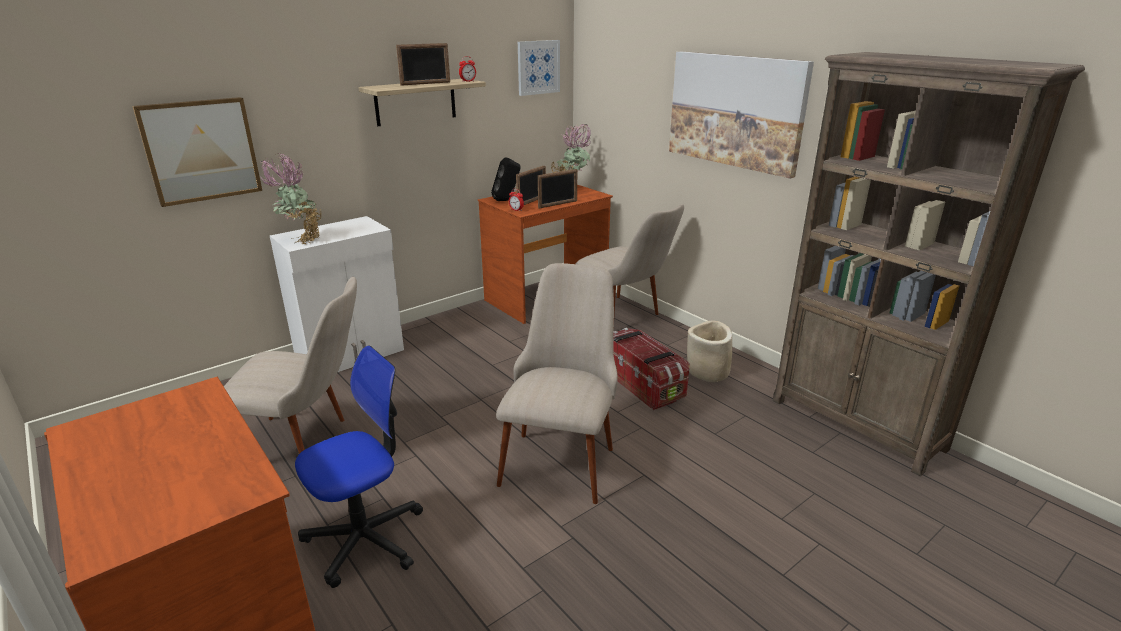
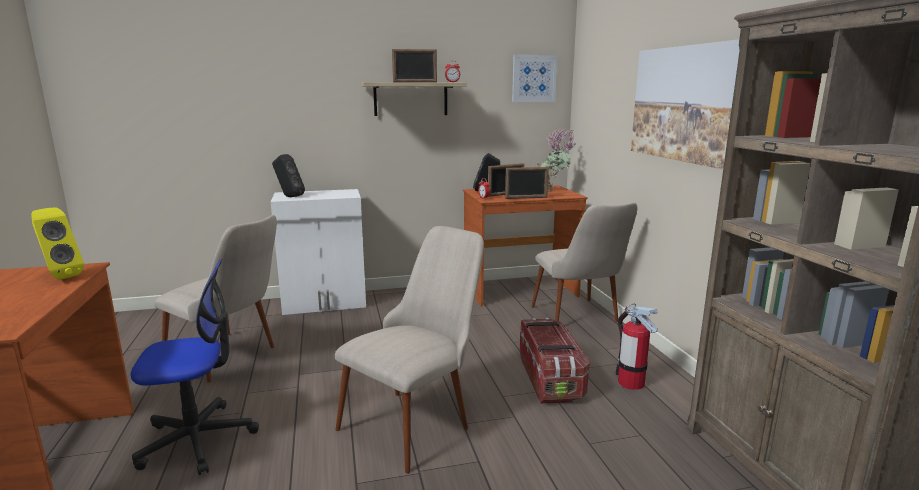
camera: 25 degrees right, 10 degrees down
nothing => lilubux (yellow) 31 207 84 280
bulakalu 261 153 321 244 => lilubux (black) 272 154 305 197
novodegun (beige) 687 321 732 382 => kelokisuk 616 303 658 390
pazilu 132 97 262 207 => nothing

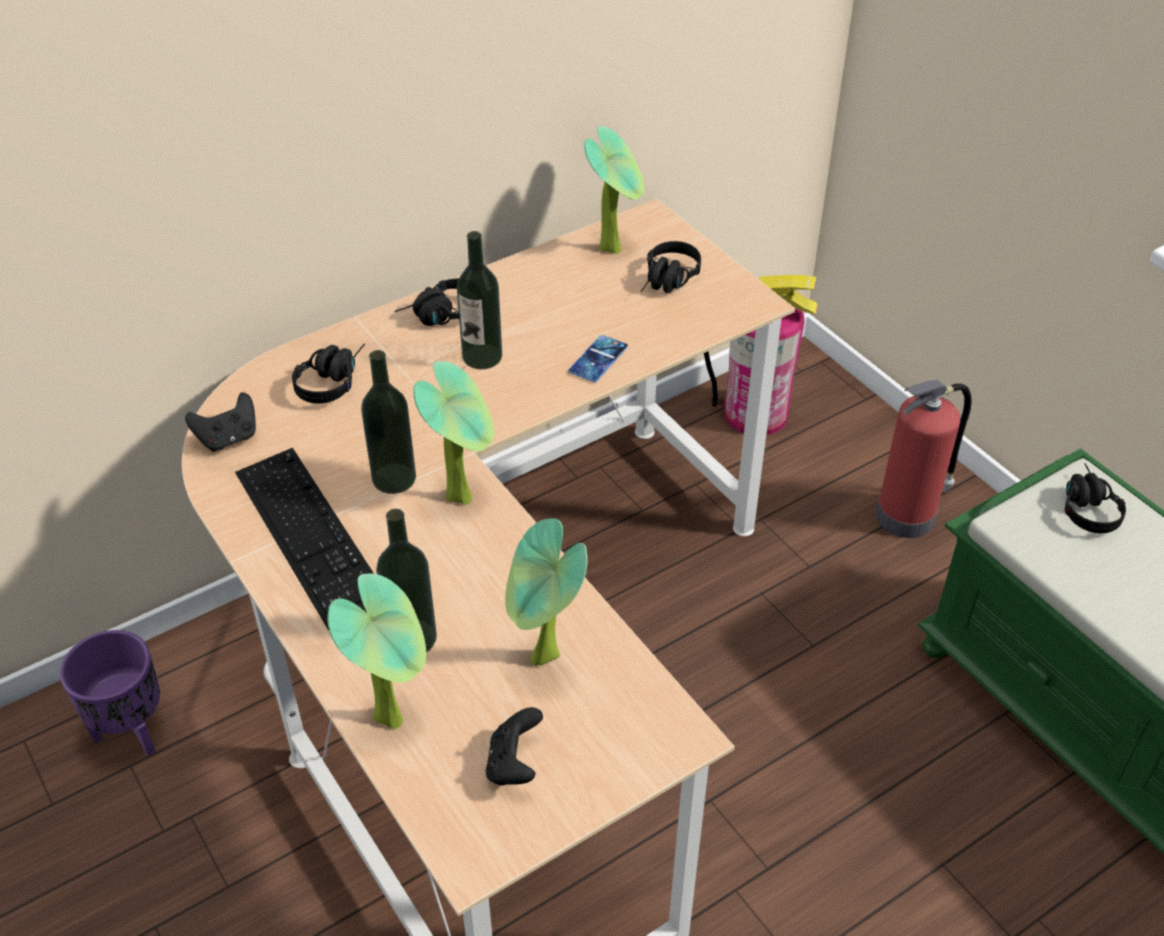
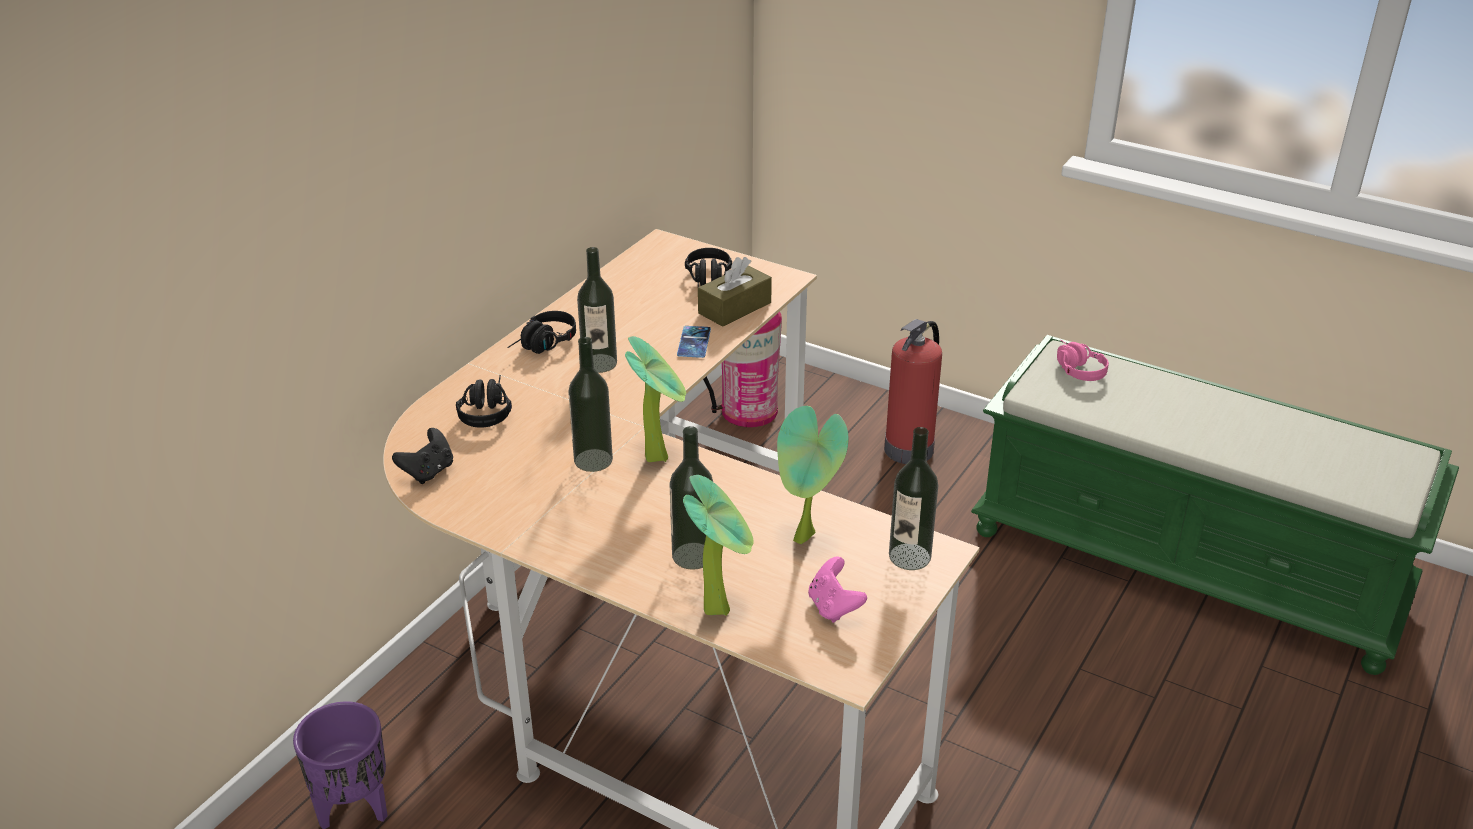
camera: 25 degrees left, 10 degrees down
nothing => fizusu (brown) 698 257 772 327
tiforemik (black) 486 707 543 785 => tiforemik (pink) 808 557 867 623
nothing => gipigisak 889 427 938 570
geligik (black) 1065 463 1126 533 => geligik (pink) 1057 339 1109 381
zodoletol 235 448 374 630 => nothing
bulakalu 584 126 645 254 => nothing

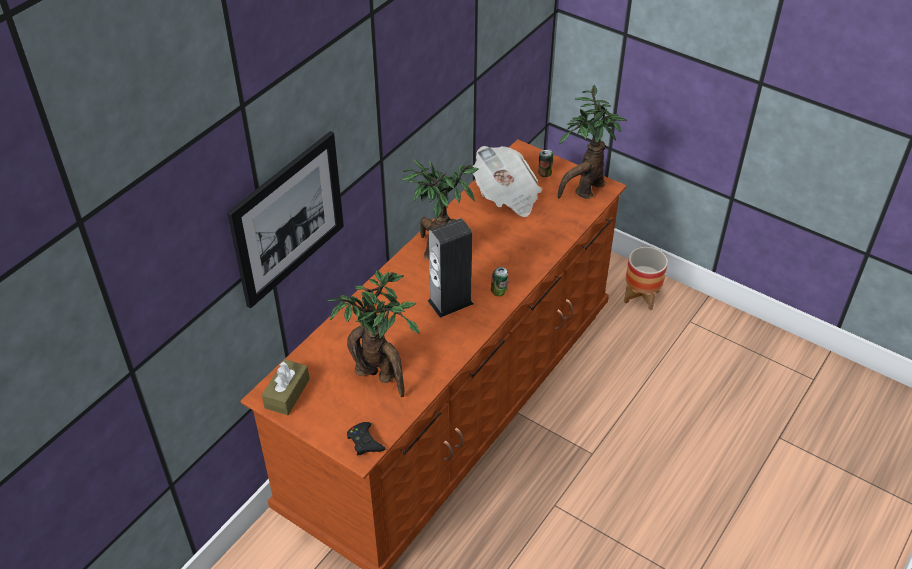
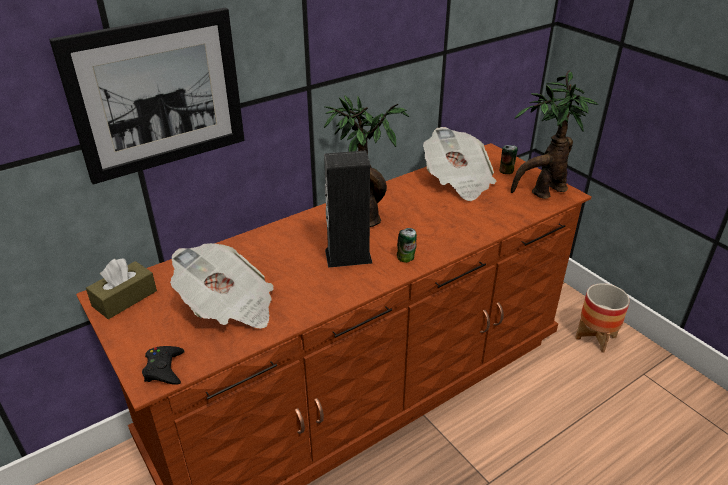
camera: 20 degrees right, 10 degrees down
bulakalu 327 270 420 397 => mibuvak 170 243 274 329

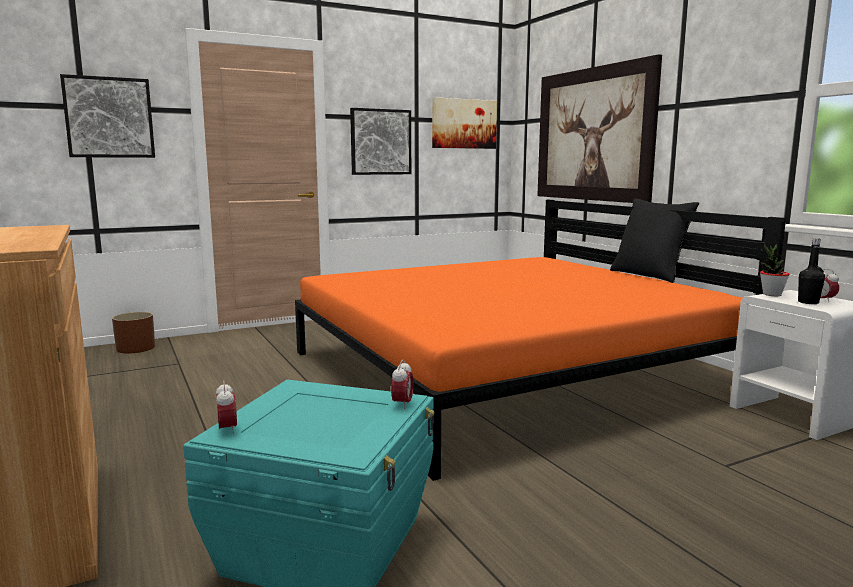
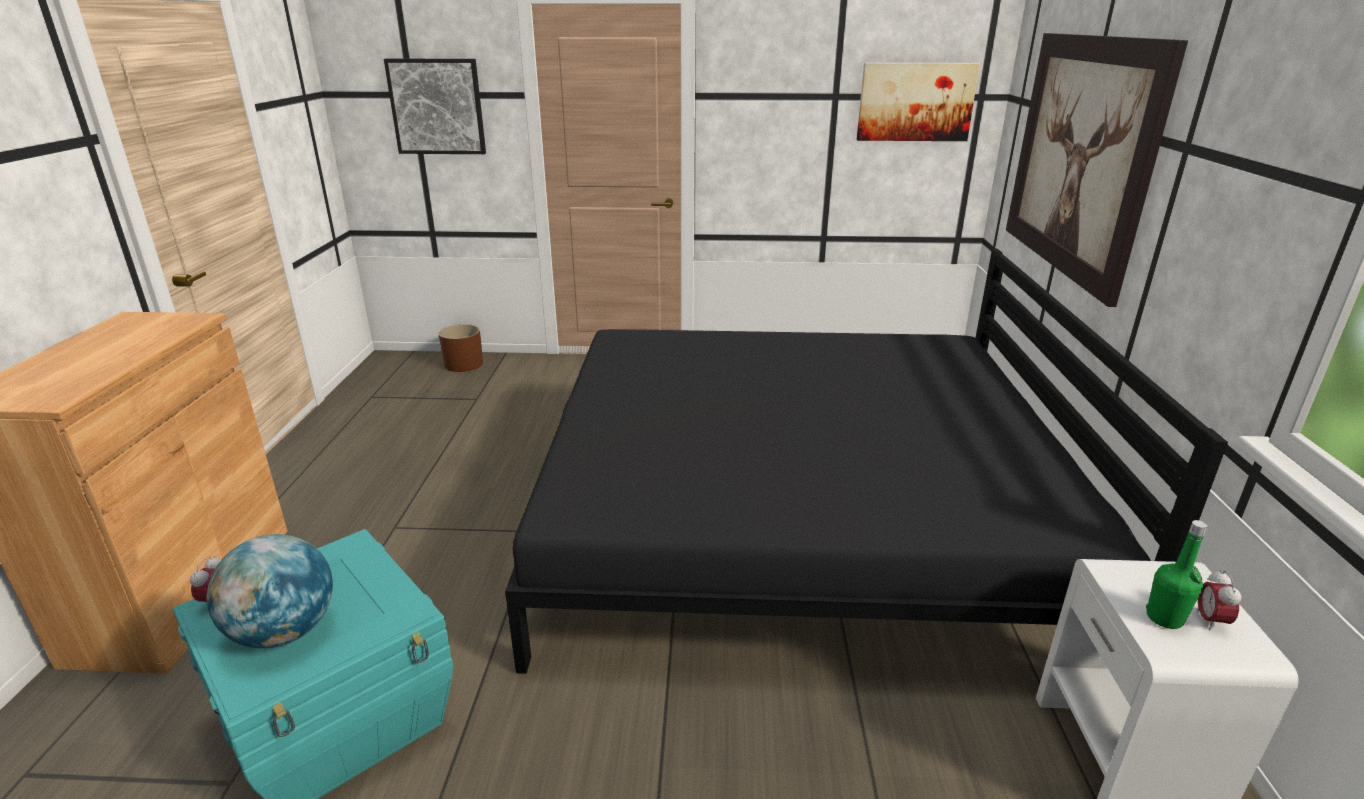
camera: 30 degrees right, 15 degrees up
nothing => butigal 206 534 333 649
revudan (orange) 295 200 786 481 => revudan (black) 505 249 1228 674
gipigisak (black) 798 238 825 304 => gipigisak (green) 1146 520 1207 629
pazilu 350 108 411 175 => nothing
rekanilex 391 359 414 409 => nothing
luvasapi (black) 610 198 699 283 => nothing
bulakalu 760 244 790 296 => nothing

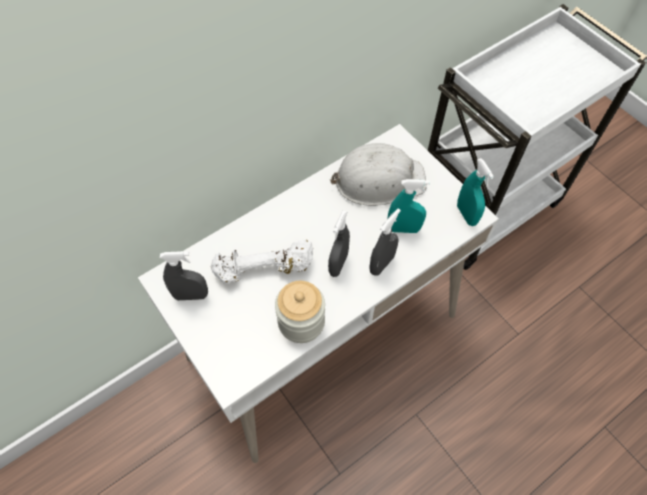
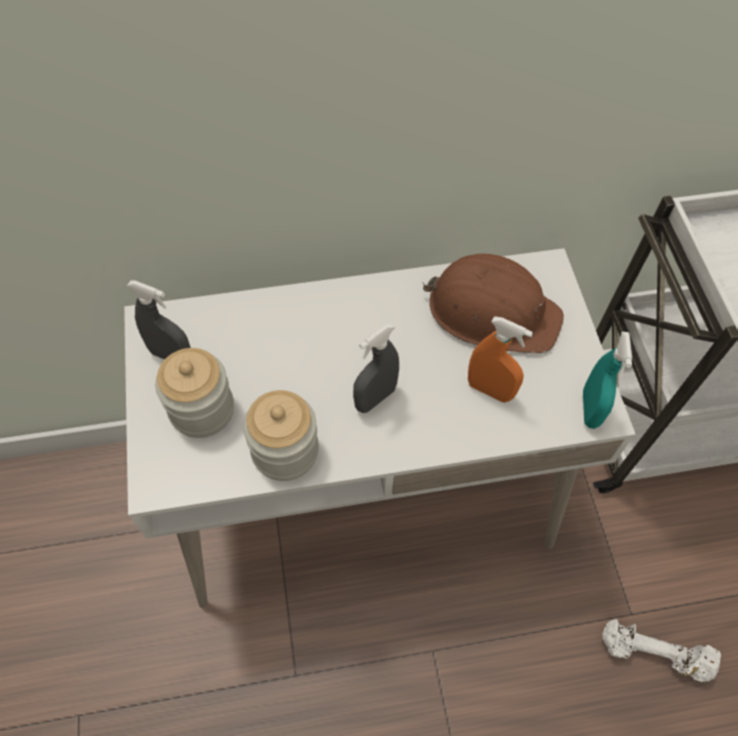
camera: 25 degrees right, 0 degrees up
nothing => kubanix 155 348 234 438
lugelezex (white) 330 143 427 206 => lugelezex (brown) 423 254 564 354
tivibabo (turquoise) 388 179 430 233 => tivibabo (orange) 468 316 533 403
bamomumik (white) 211 240 313 284 => bamomumik (white) 602 619 721 682, relocated
tivibabo (grey) 369 209 401 276 => nothing

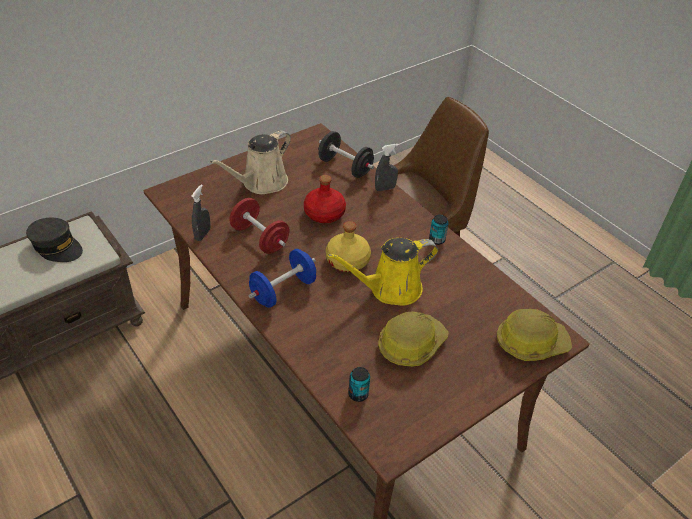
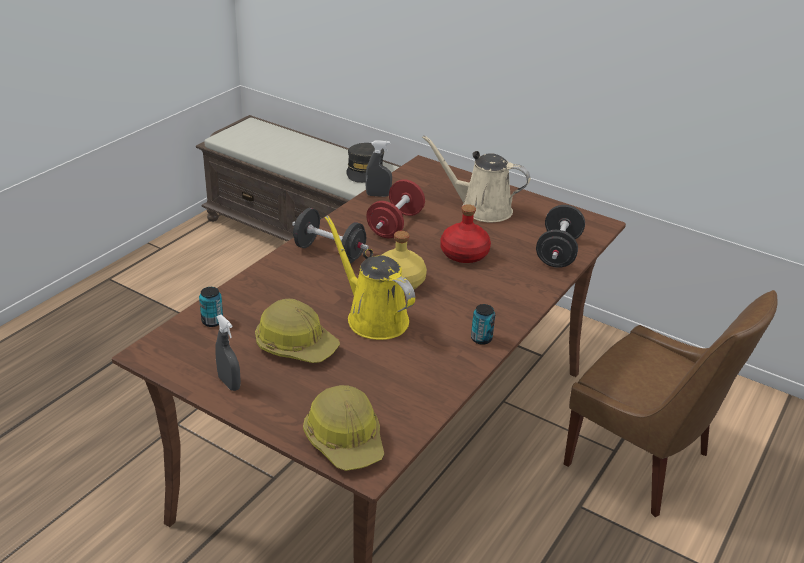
camera: 70 degrees right, 10 degrees down
tivibabo (grey) 375 144 398 191 => tivibabo (grey) 215 315 241 391, relocated
bamomumik (blue) 249 249 316 308 => bamomumik (black) 292 208 369 263

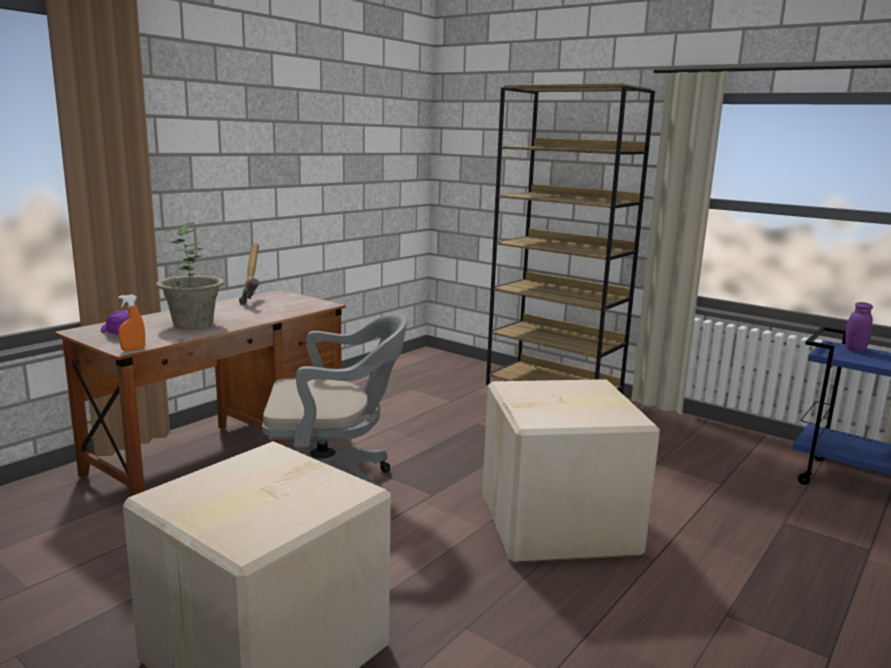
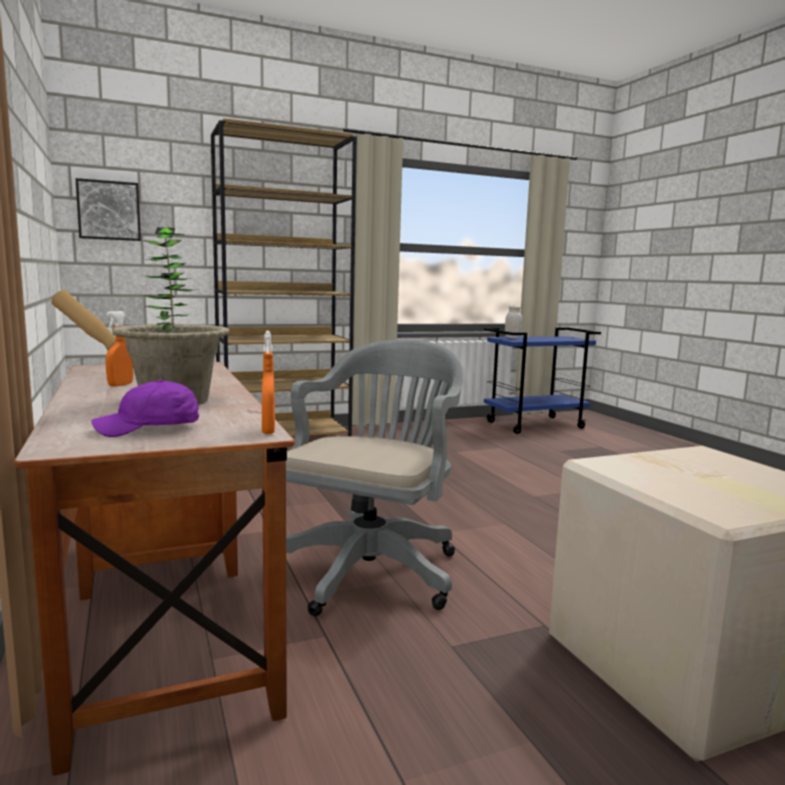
camera: 60 degrees left, 5 degrees down
nothing => pazilu 75 178 141 241
nothing => tivibabo (orange) 106 311 133 387
kubanix (purple) 845 302 873 352 => kubanix (white) 505 306 522 338
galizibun 482 379 660 563 => nothing

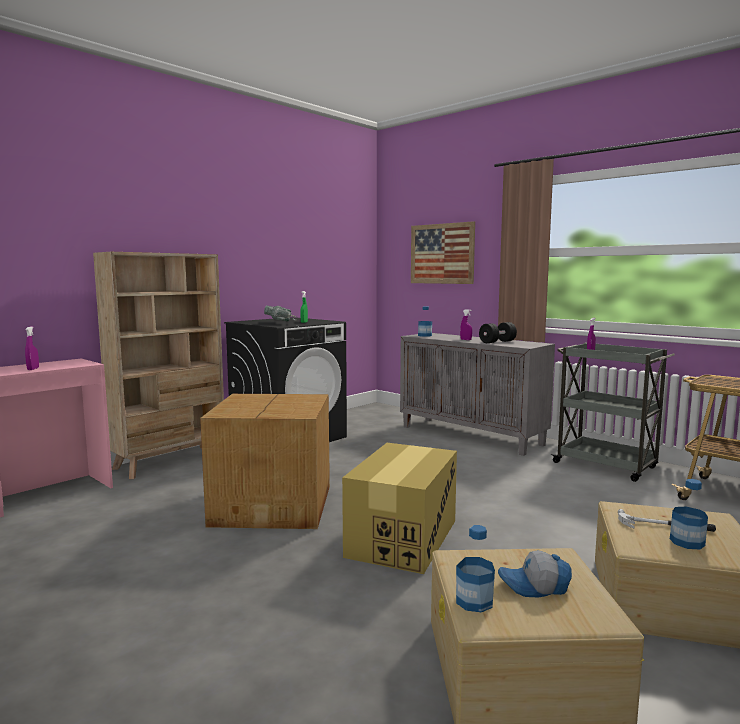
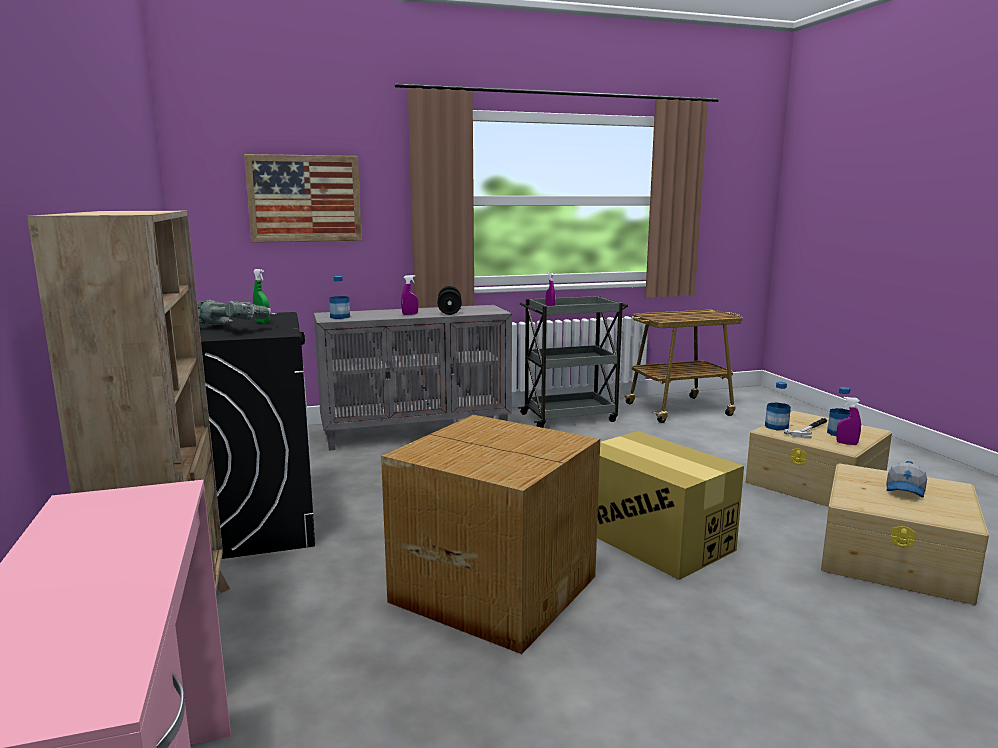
camera: 60 degrees left, 5 degrees up
gipigisak 456 525 495 612 => gipigisak 765 382 791 430, relocated
tivibabo (purple) 25 326 39 370 => tivibabo (purple) 836 397 861 445, relocated

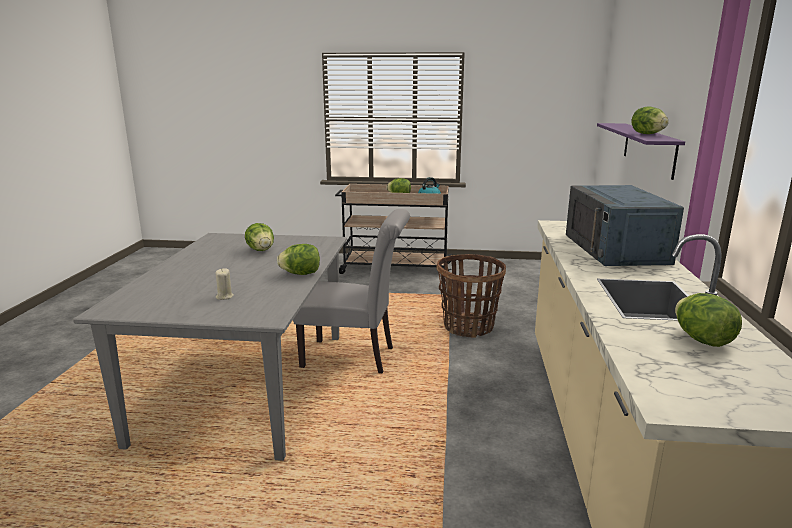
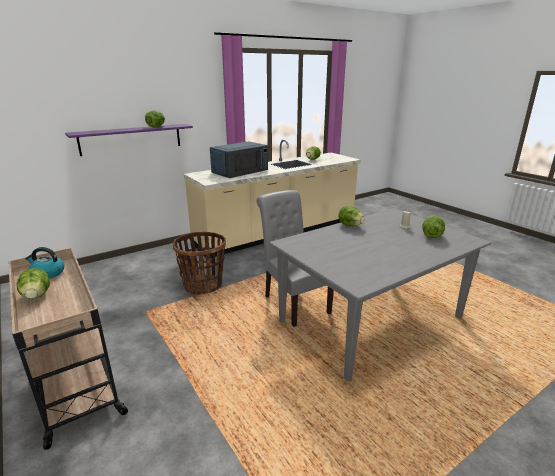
camera: 130 degrees left, 5 degrees up
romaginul 245 223 274 251 => romaginul 422 216 445 238, relocated

